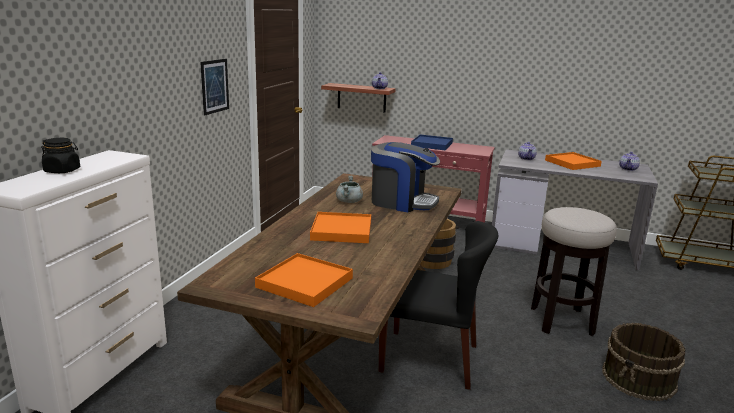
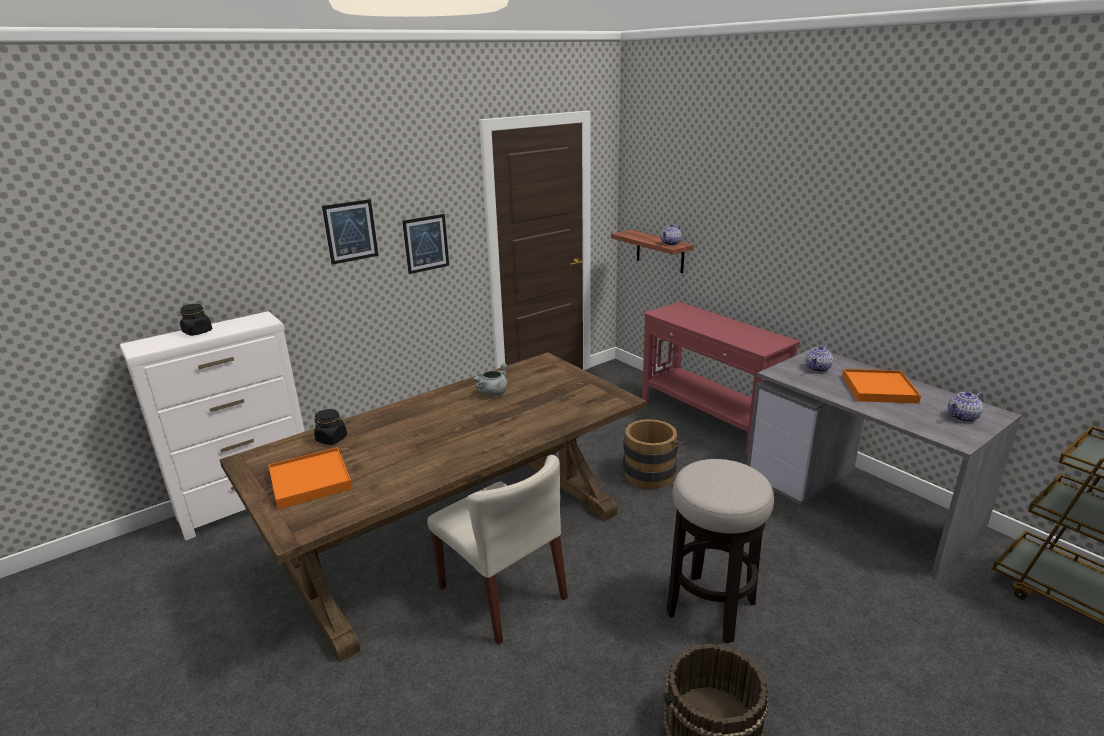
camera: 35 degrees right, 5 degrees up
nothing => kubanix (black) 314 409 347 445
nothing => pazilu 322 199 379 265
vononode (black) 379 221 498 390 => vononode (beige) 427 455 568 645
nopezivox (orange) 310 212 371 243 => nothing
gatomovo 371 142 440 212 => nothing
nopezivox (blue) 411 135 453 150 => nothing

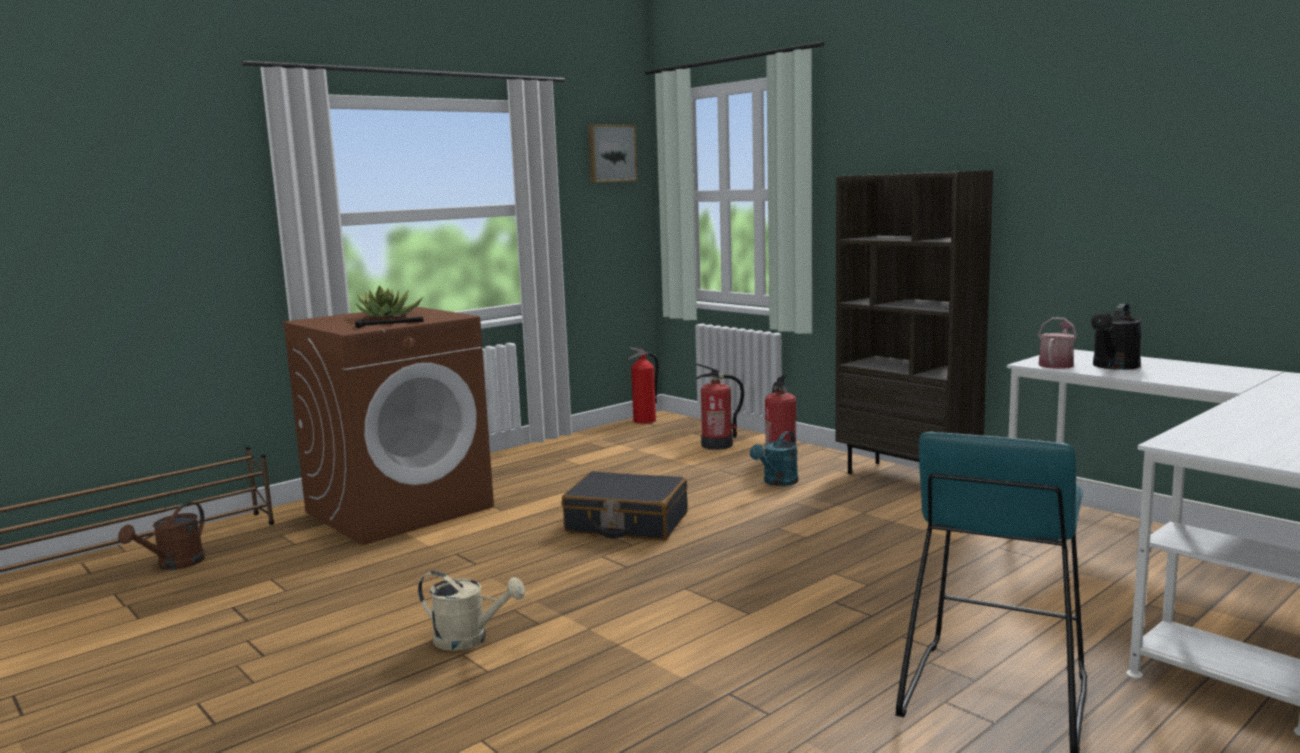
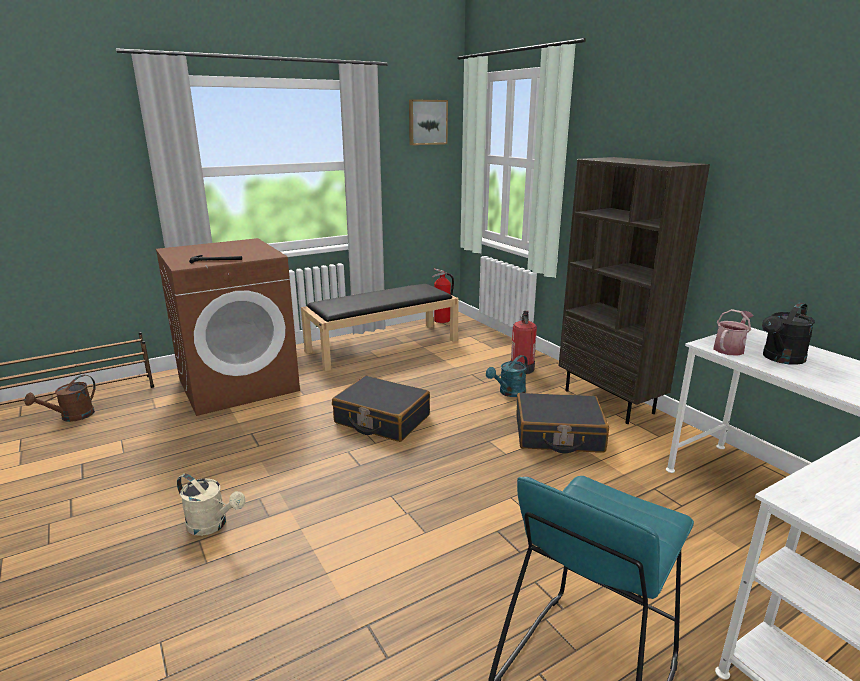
camera: 10 degrees right, 10 degrees up
nothing => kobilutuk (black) 301 284 459 371
nothing => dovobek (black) 516 393 609 453
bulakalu 356 285 424 317 => nothing
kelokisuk 696 363 744 450 => nothing

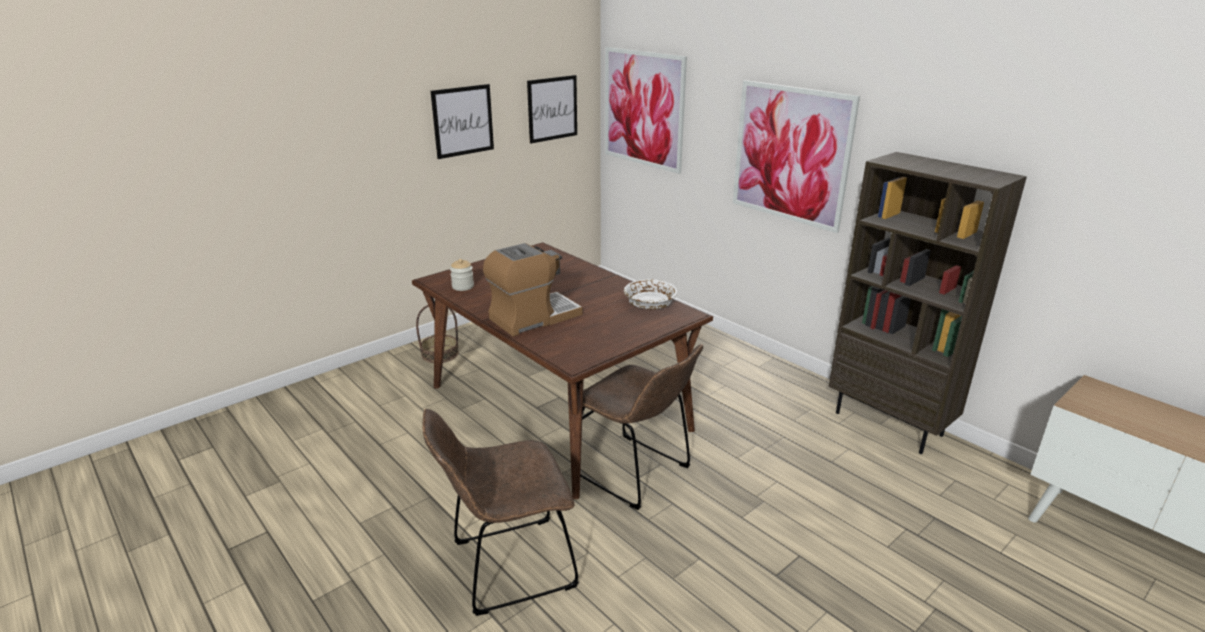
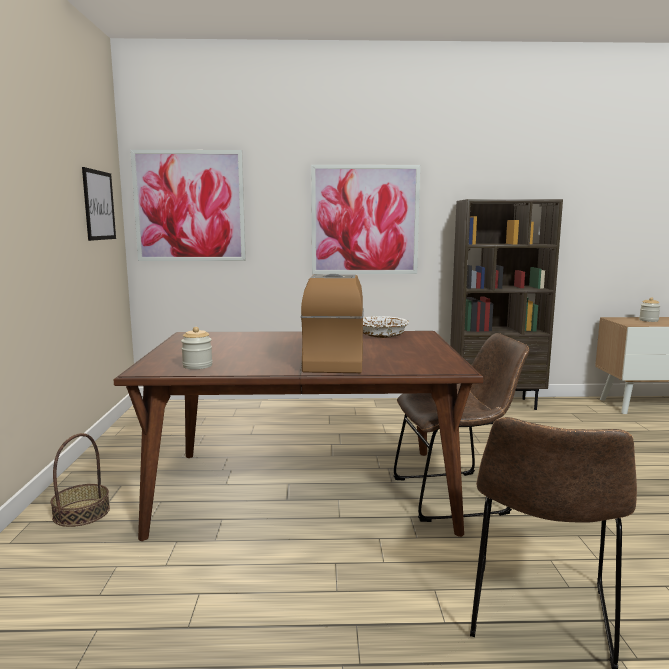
camera: 50 degrees left, 15 degrees down
nothing => kubanix 639 297 660 322
pazilu 431 84 494 159 => nothing

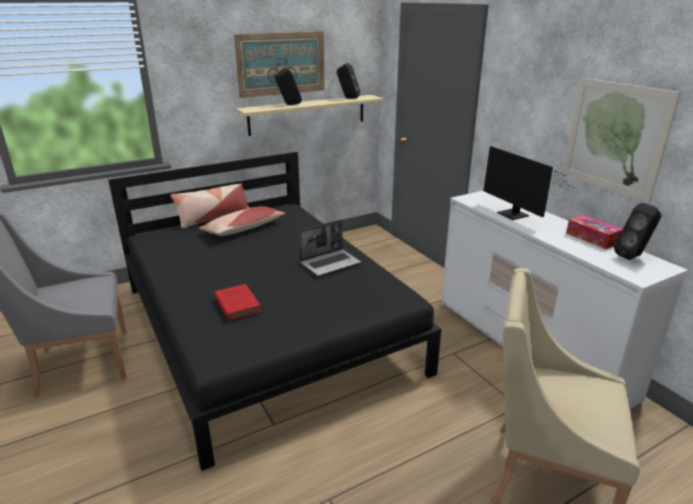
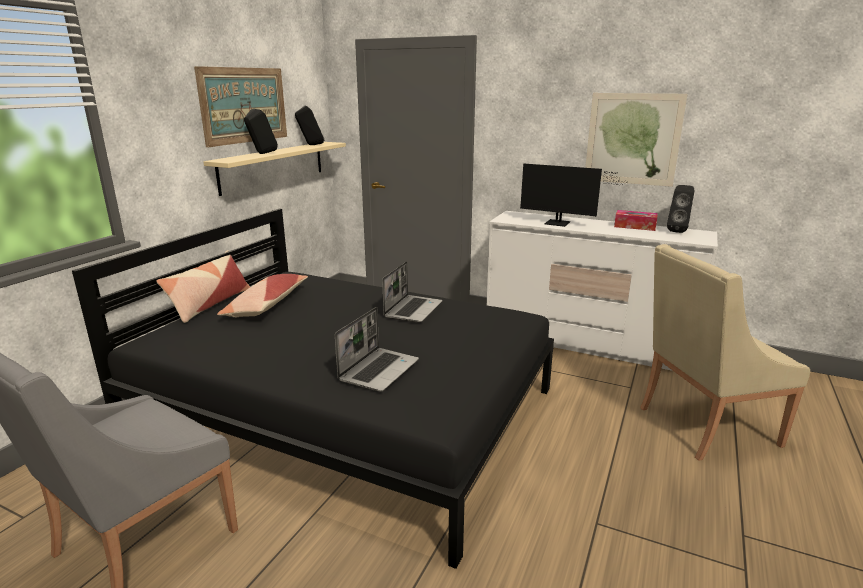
camera: 35 degrees left, 5 degrees down
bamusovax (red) 214 284 262 321 => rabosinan 335 307 419 391

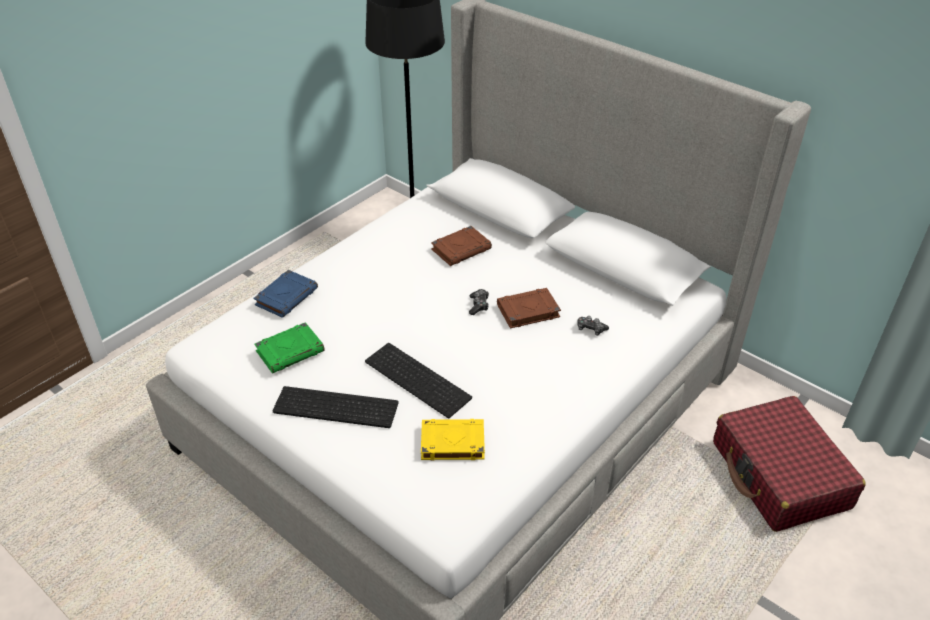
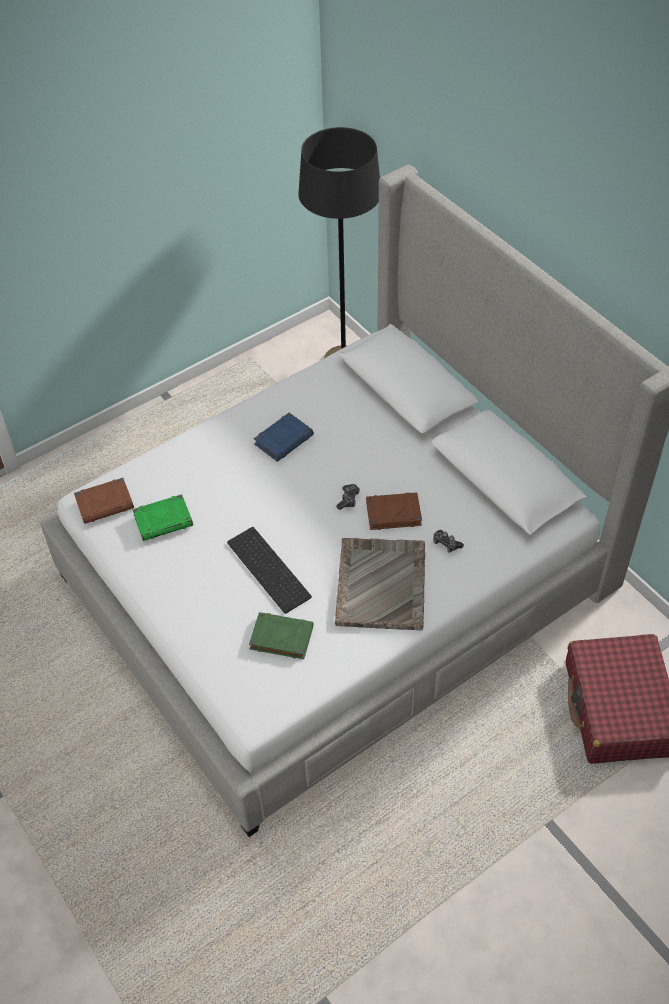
camera: 15 degrees right, 10 degrees up
bamusovax (brown) 431 226 492 266 => bamusovax (brown) 74 478 134 524, relocated
bamusovax (yellow) 421 419 485 461 => bamusovax (green) 249 612 313 659
bamusovax (blue) 253 270 318 318 => bamusovax (blue) 254 413 314 462, relocated
nothing => nopezivox (grey) 335 538 425 631
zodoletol 272 386 399 428 => nothing

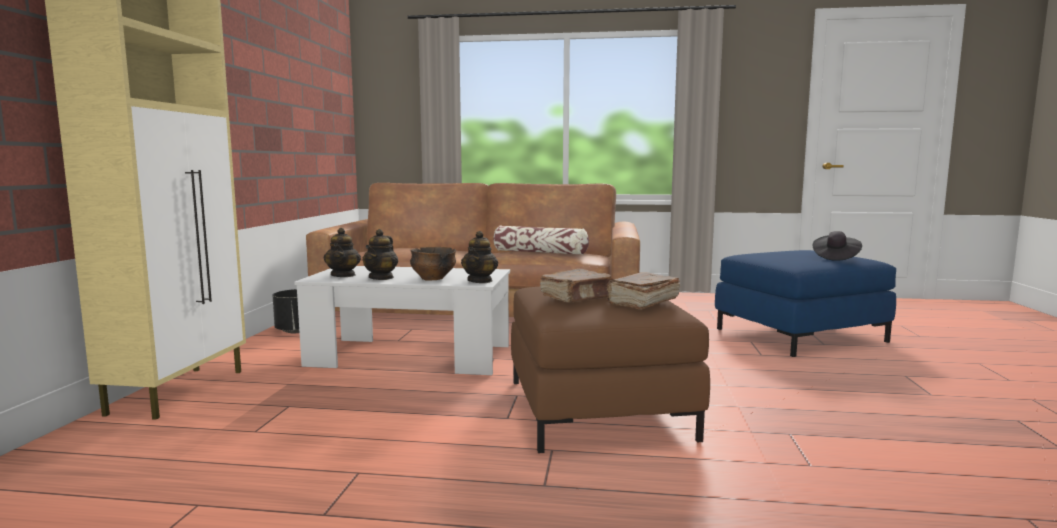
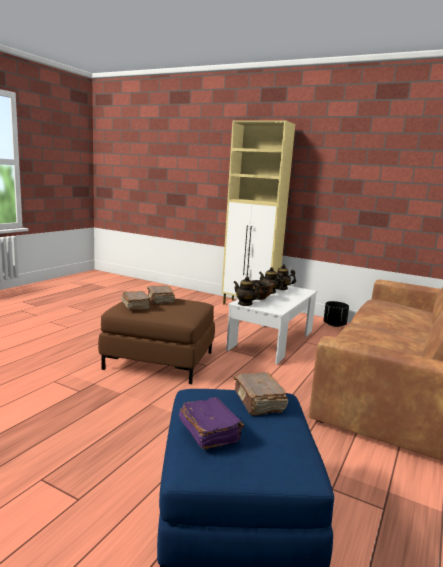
camera: 110 degrees right, 5 degrees up
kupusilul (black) 813 231 862 261 => bamusovax (purple) 179 397 244 449
nothing => bamusovax (brown) 234 372 288 416
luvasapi 493 226 589 255 => nothing

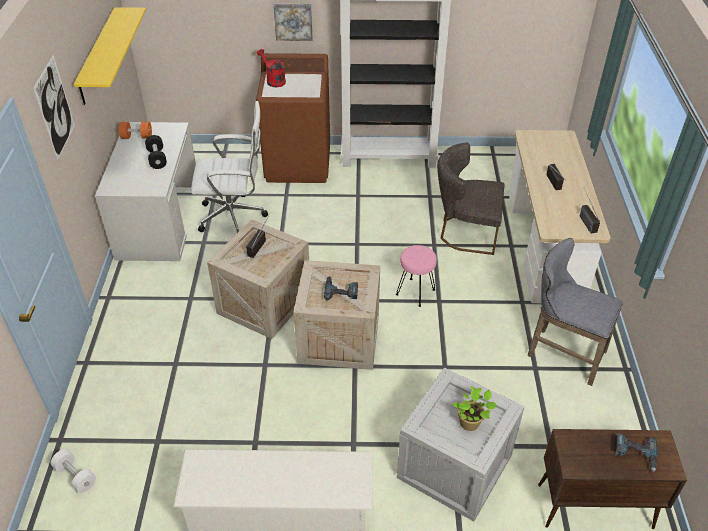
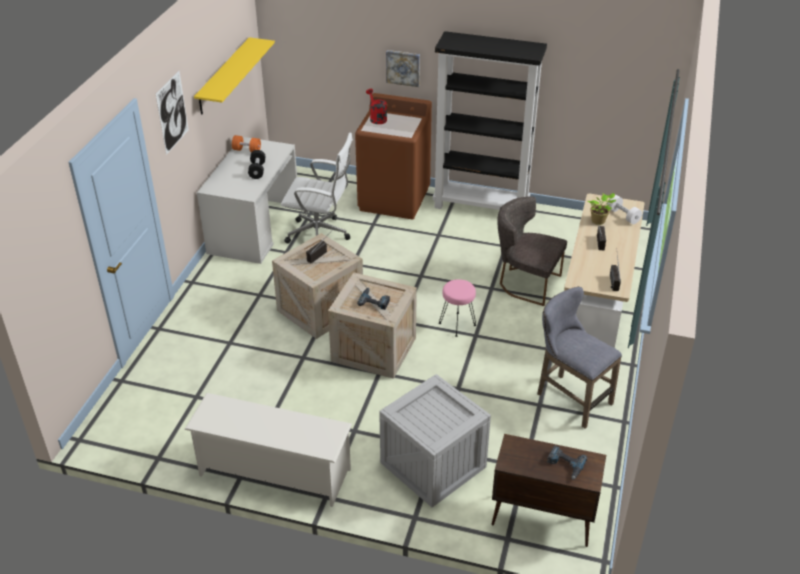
camera: 15 degrees right, 5 degrees down
bulakalu 452 386 497 431 => bulakalu 588 193 616 225, relocated
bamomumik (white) 50 449 96 493 => bamomumik (white) 607 195 642 224, relocated

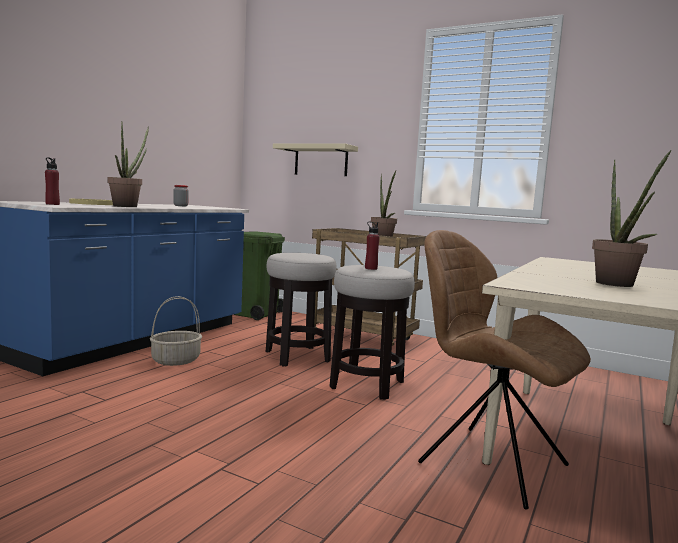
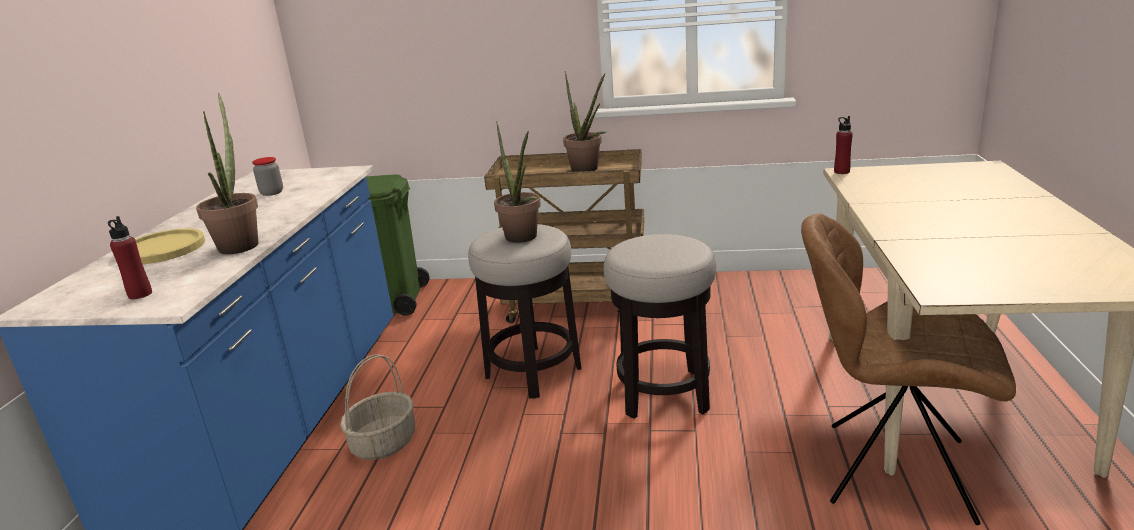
camera: 20 degrees left, 15 degrees up
bulakalu 592 150 672 287 => bulakalu 494 122 541 243, relocated
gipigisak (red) 365 222 380 270 => gipigisak (red) 834 116 853 174, relocated
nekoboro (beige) 273 143 358 176 => nothing

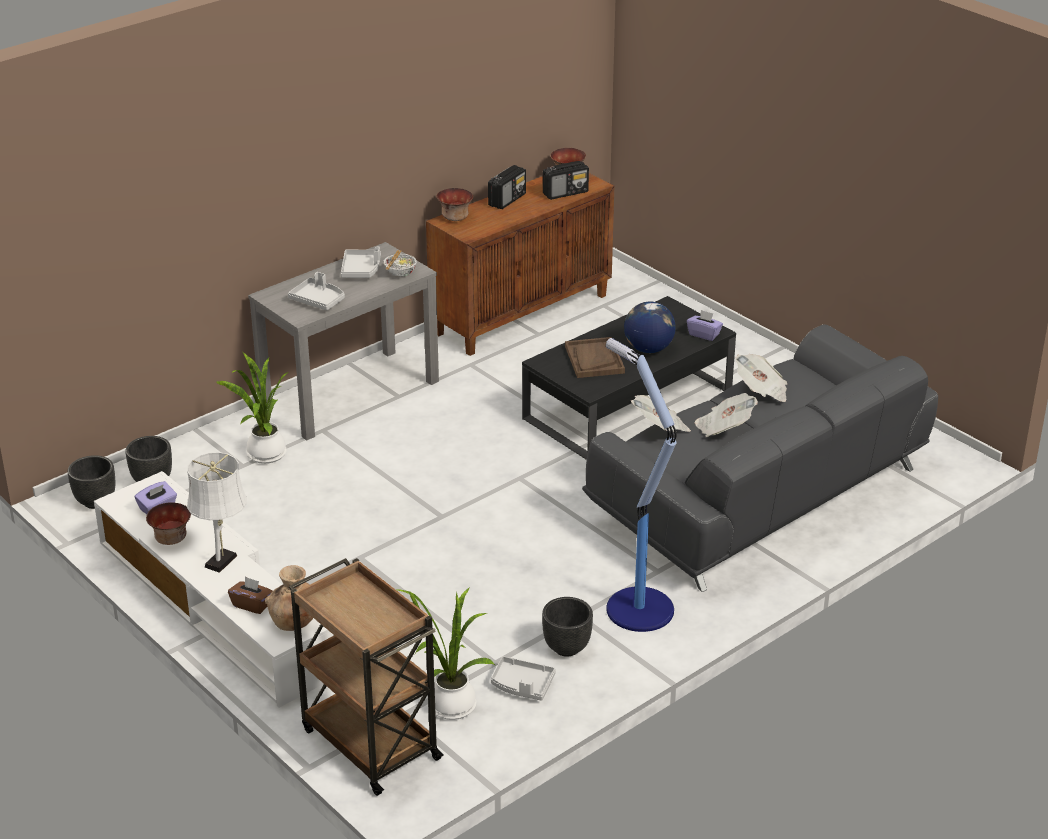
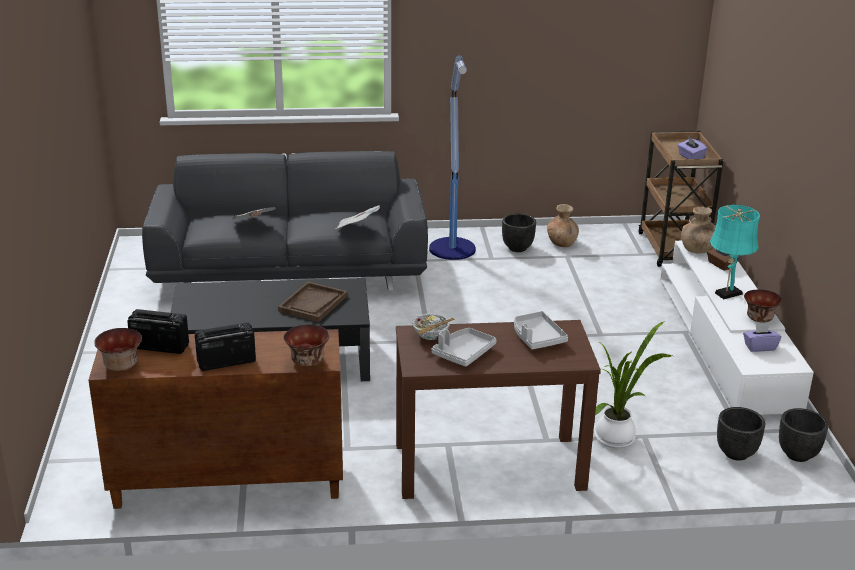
camera: 145 degrees left, 5 degrees down
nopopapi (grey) 248 242 439 441 => nopopapi (brown) 396 320 601 499
nopezivox (grey) 491 656 556 701 => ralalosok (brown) 547 204 579 247
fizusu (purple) 687 310 723 341 => fizusu (purple) 678 137 707 159, relocated
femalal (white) 187 452 247 573 => femalal (turquoise) 710 205 760 299
bulakalu 398 587 495 720 => nothing
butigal 624 302 676 353 => nothing
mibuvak 695 393 758 437 => nothing

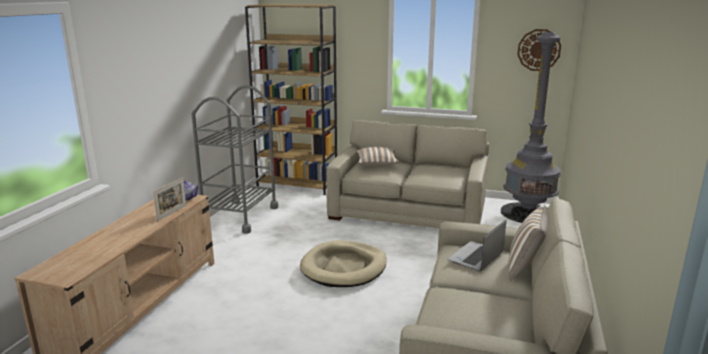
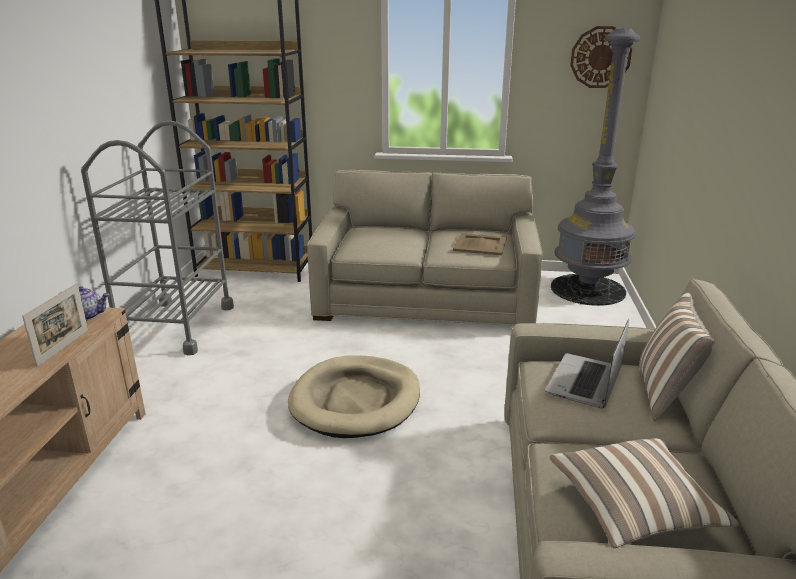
camera: 10 degrees left, 5 degrees up
nothing => nopezivox (beige) 453 233 507 255
luvasapi 356 147 399 166 => luvasapi 549 438 740 548, relocated

